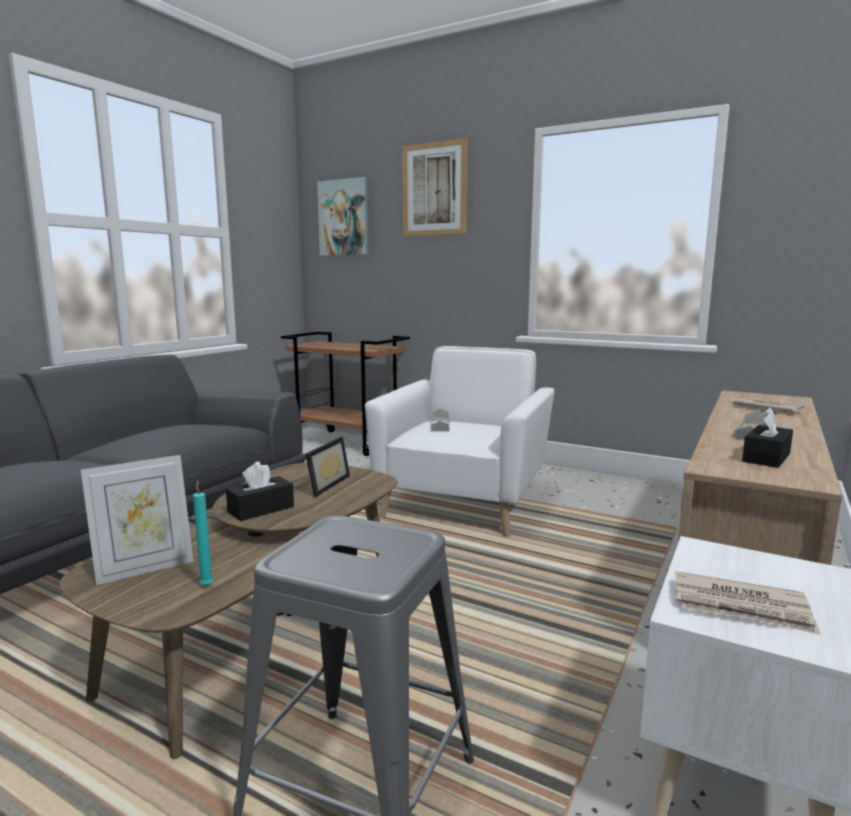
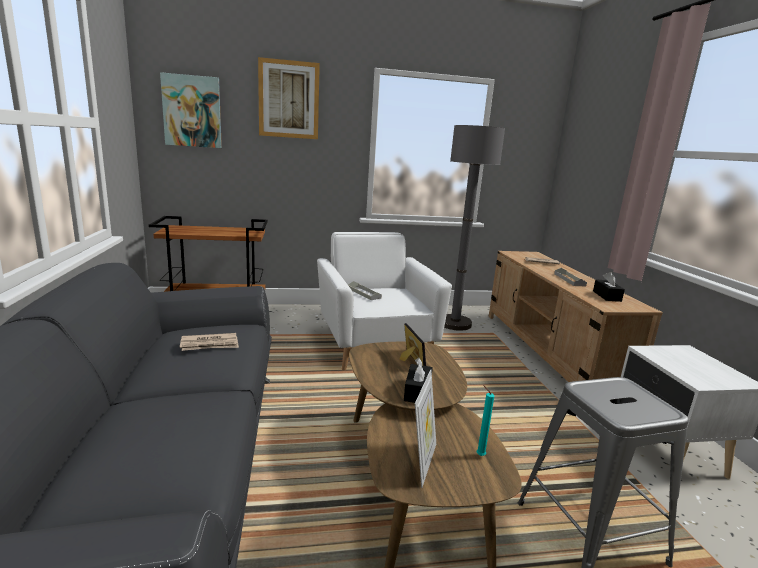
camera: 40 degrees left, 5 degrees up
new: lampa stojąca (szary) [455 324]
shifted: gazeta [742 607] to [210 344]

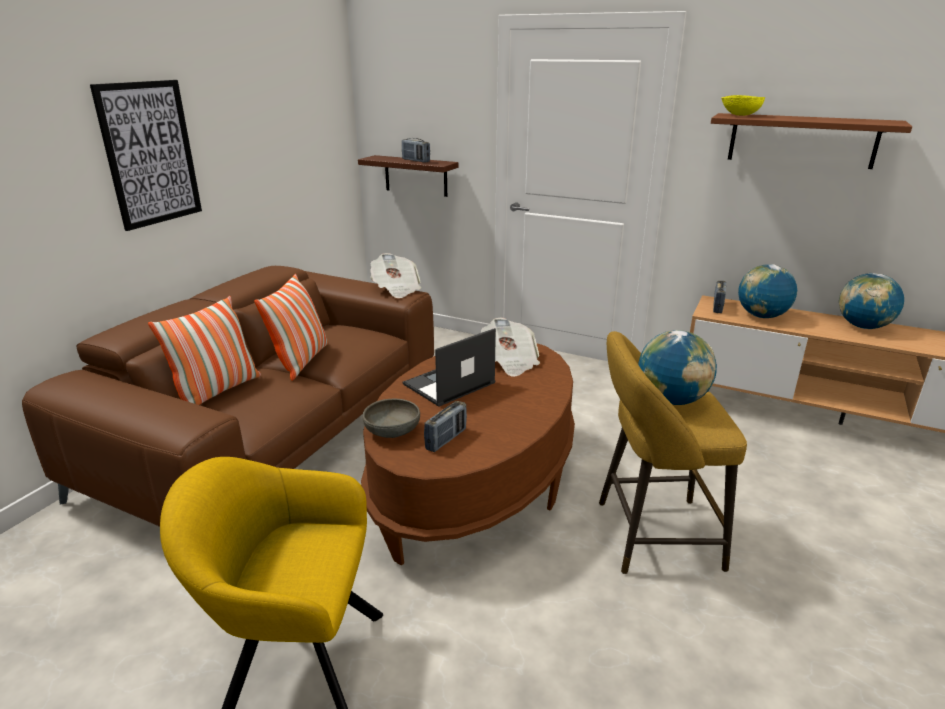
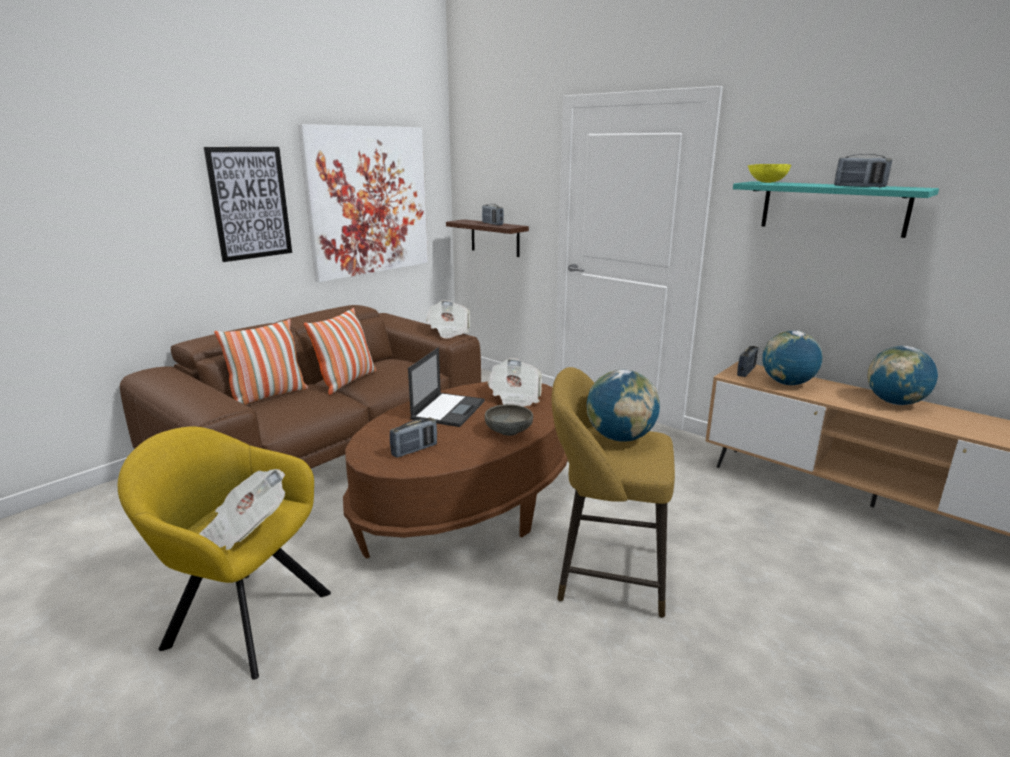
camera: 15 degrees right, 5 degrees down
new: obraz [368 201]; radio [859 186]; gazeta [245 528]
shifted: miska (szary) [392 431] to [508 431]
repainted: półka (brązowy) [802 140] to półka (turkusowy) [833 208]
rotated: laptop [448 384] = [448 409] 135 degrees clockwise

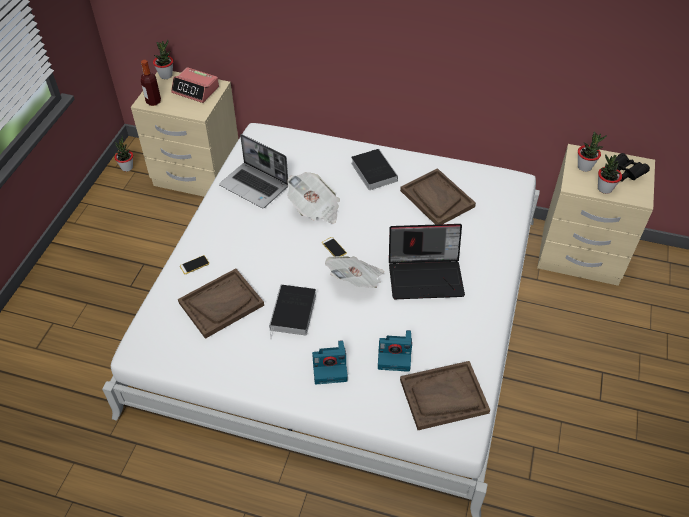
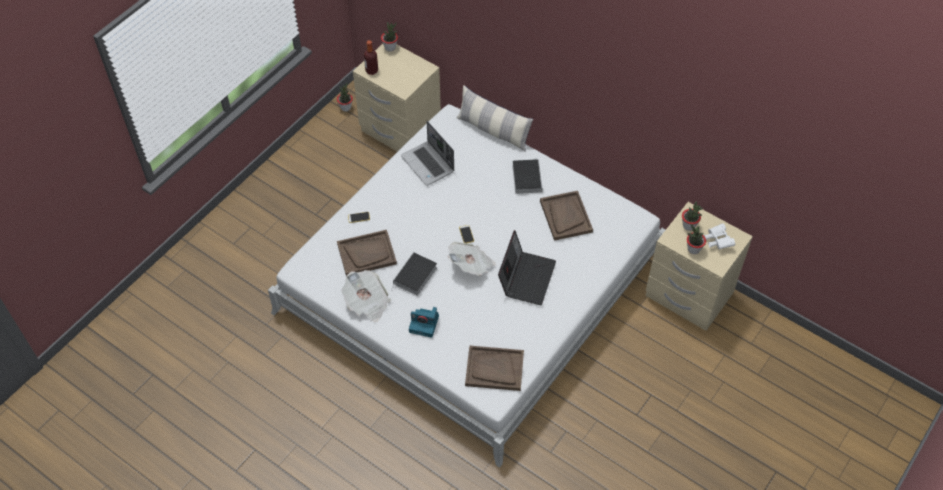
camera: 20 degrees right, 5 degrees up
gone: budzik [196 90]; aparat fotograficzny [395 355]
new: poduszka [493 131]
shifted: gazeta [315 209] to [367 303]
repainted: lornetka (czarny) [623 173] to lornetka (biały) [717 241]
rotated: laptop [426 275] = [526 277] 90 degrees counterclockwise

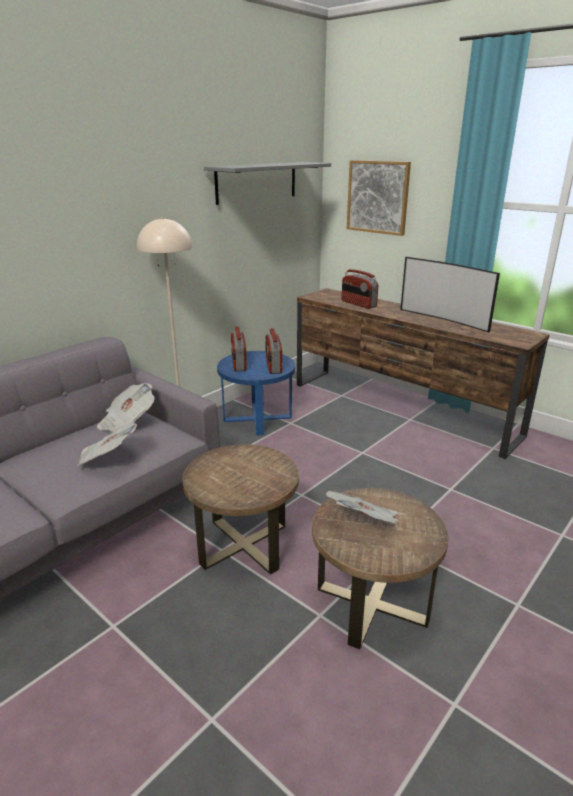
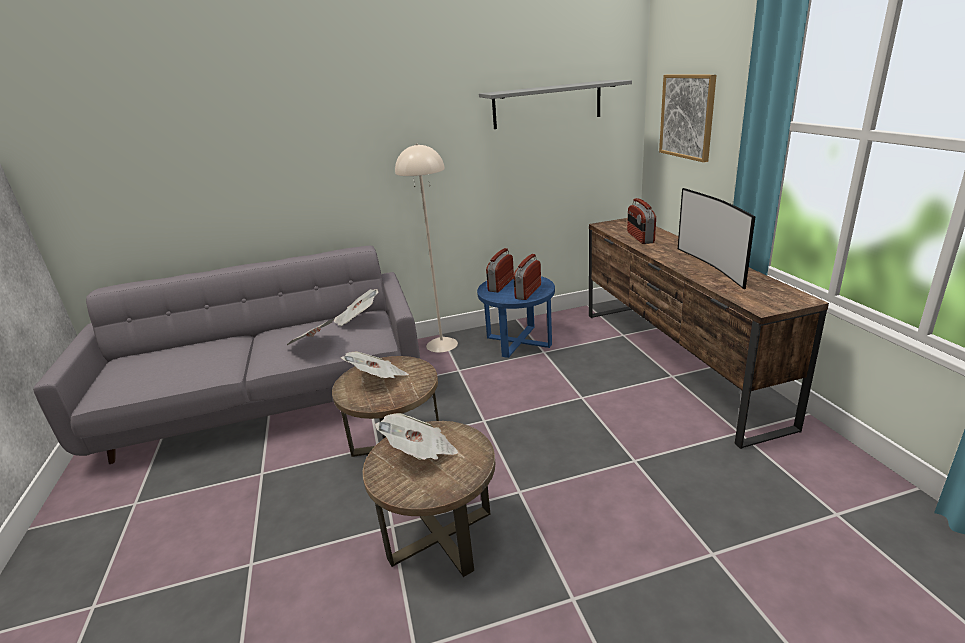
camera: 35 degrees right, 0 degrees up
new: gazeta [378 379]

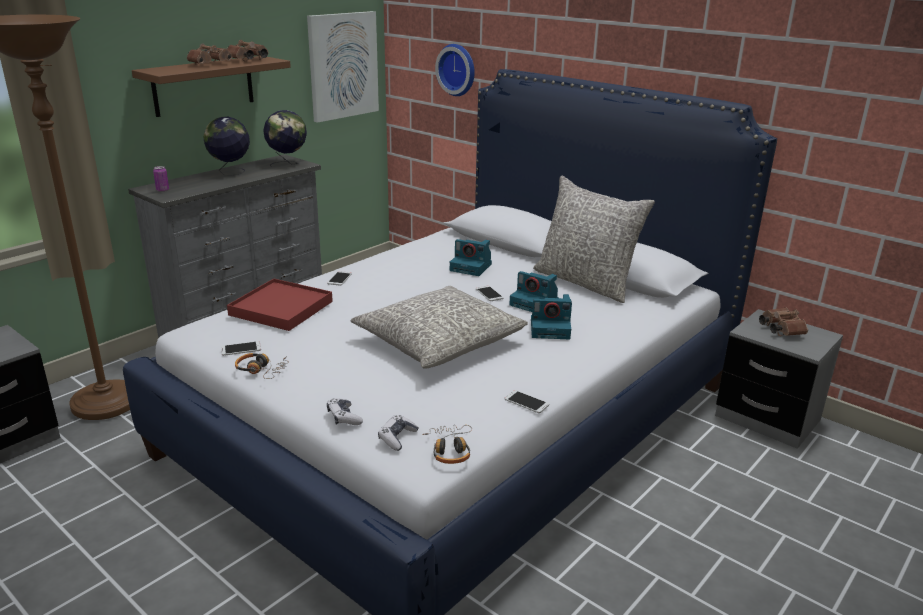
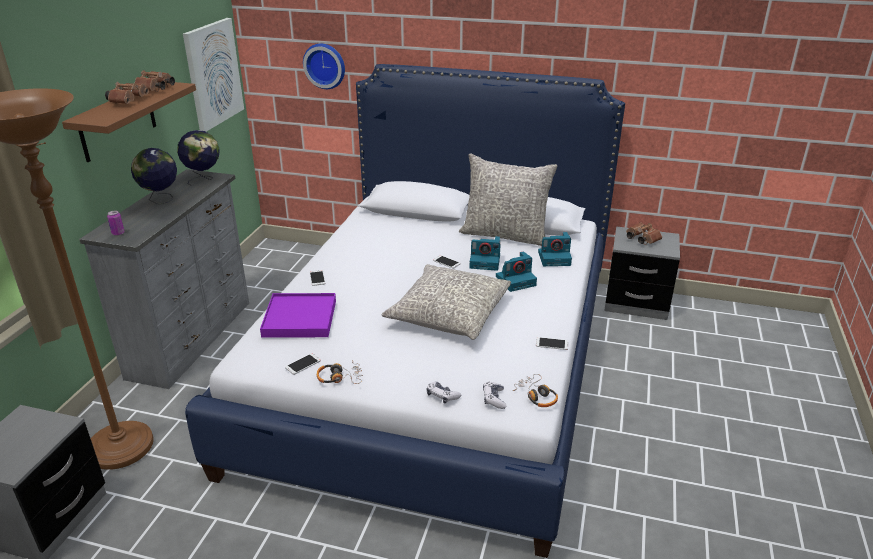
camera: 25 degrees left, 5 degrees up
shifted: aparat fotograficzny [472 267] to [555 258]
repainted: taca (czerwony) [281 308] to taca (fioletowy) [299 318]

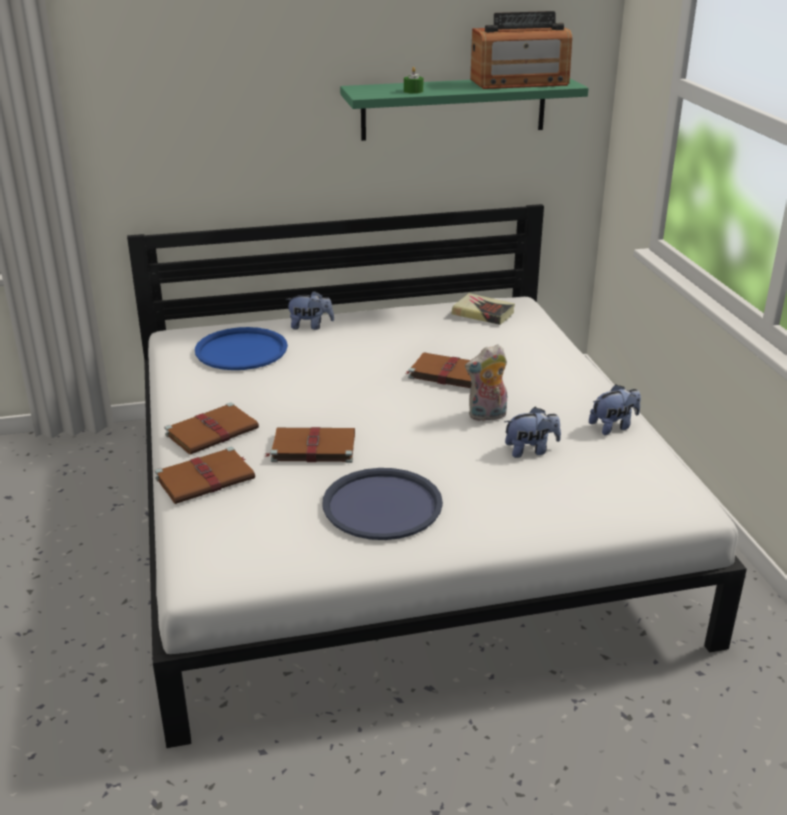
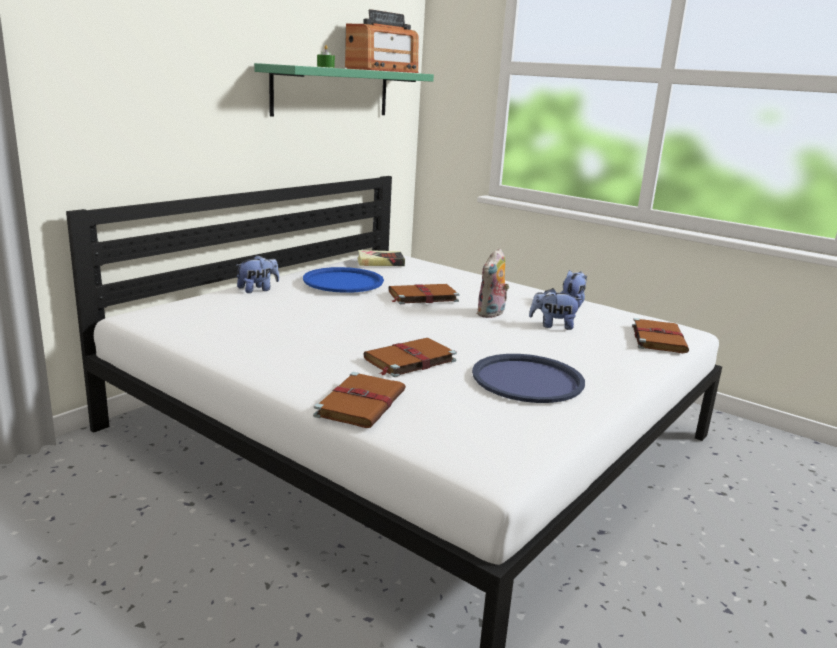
camera: 40 degrees left, 10 degrees down
shifted: taca (niebieski) [241 350] to [343 281]; książka (brązowy) [213 431] to [658 338]
rotated: pluszak [530 450] = [553 325] 120 degrees counterclockwise

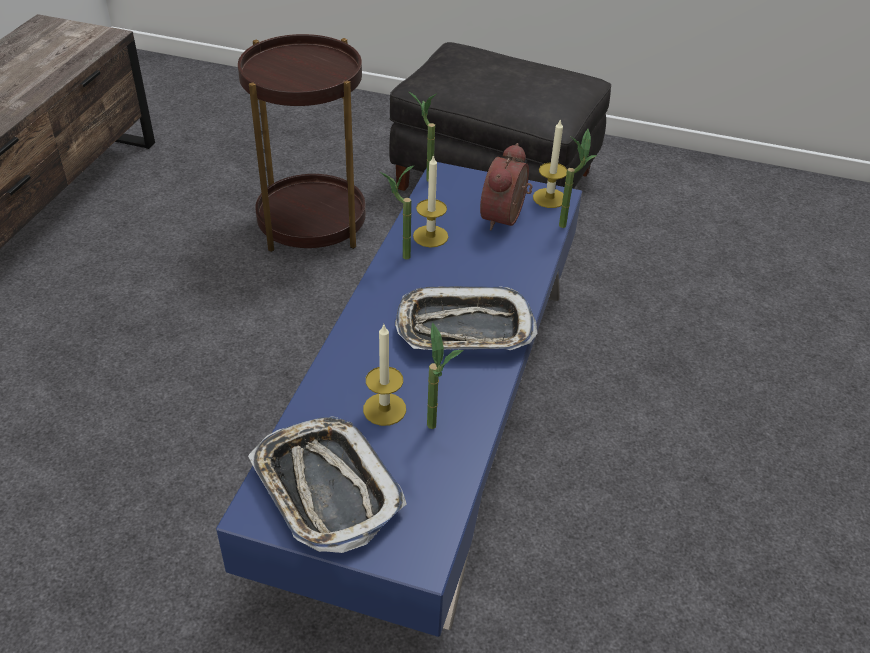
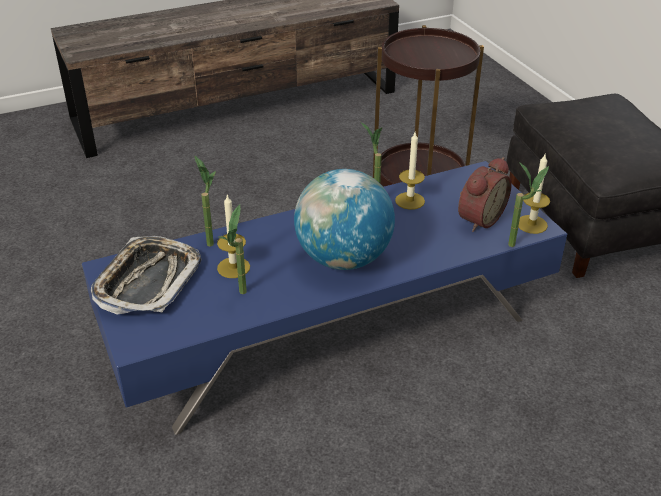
camera: 50 degrees right, 5 degrees down
shifted: roślina doniczkowa [423 177] to [209 240]
swapped: taca [464 328] to globus [343 259]
rotated: budzik [506 218] = [478 218] 150 degrees clockwise

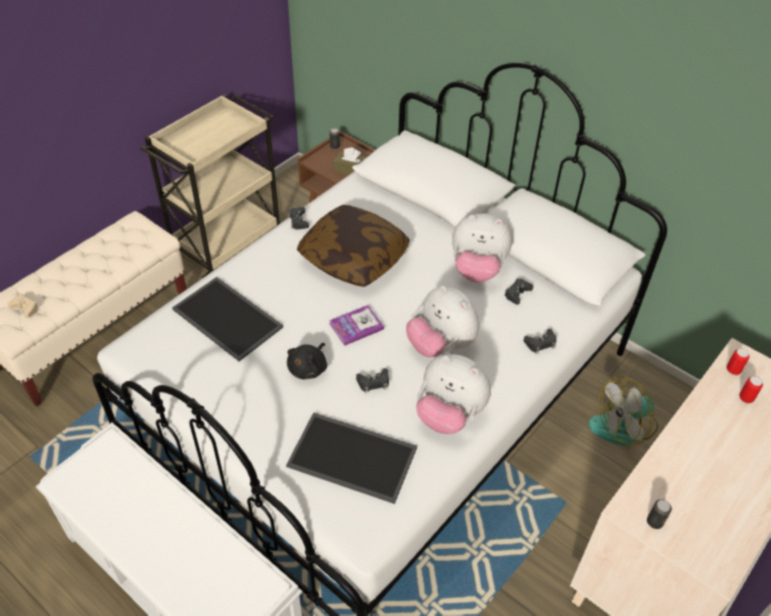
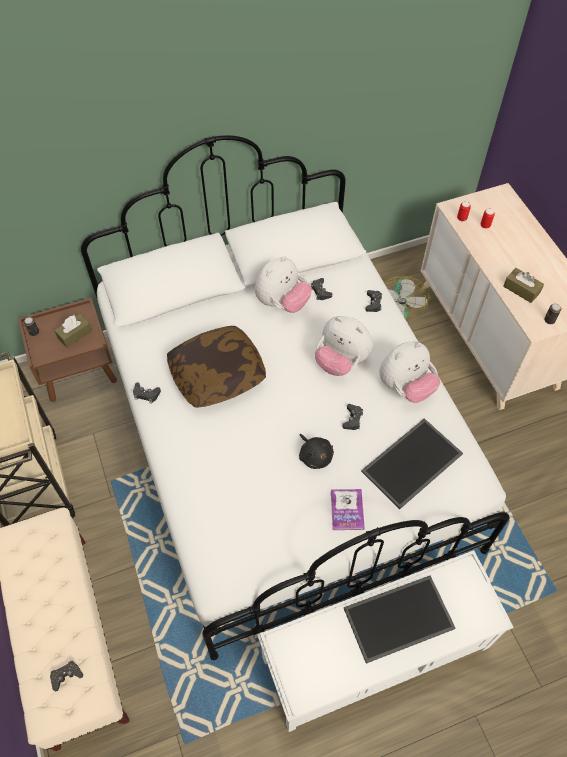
camera: 60 degrees left, 10 degrees up
new: pudełko chusteczek (brązowy) [521 289]
shifted: taca [229 318] to [399 616]; książka [356 326] to [347 510]
repainted: pad do gier (beżowy) [25 308] to pad do gier (czarny) [66 675]
rotated: pluszak [440 345] = [341 361] 45 degrees clockwise

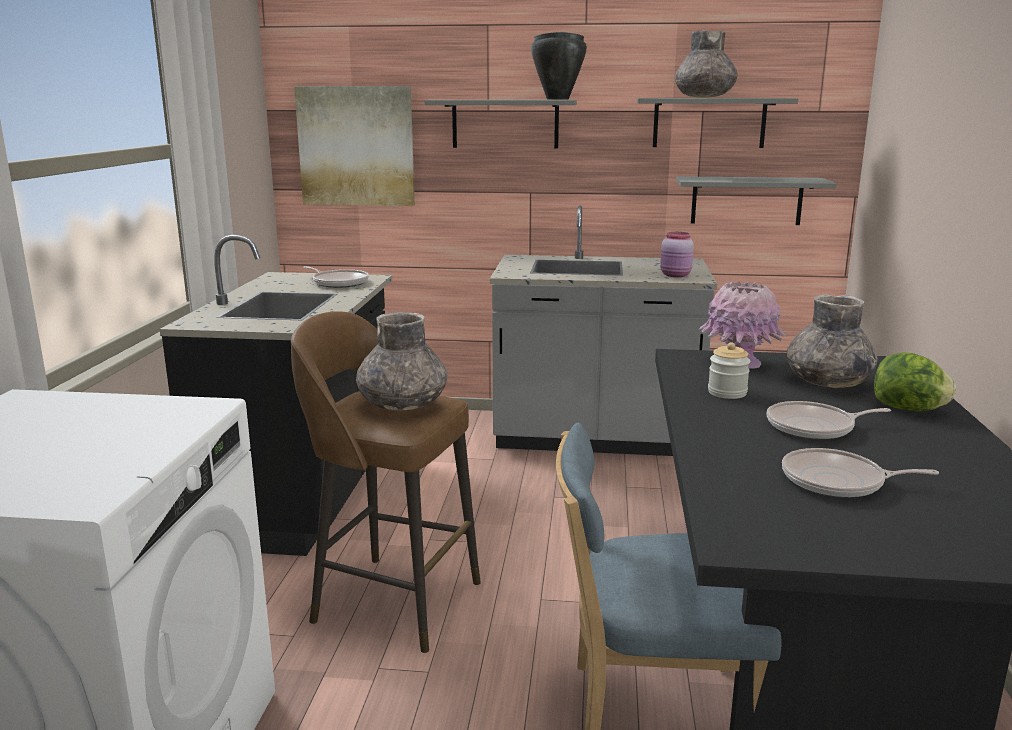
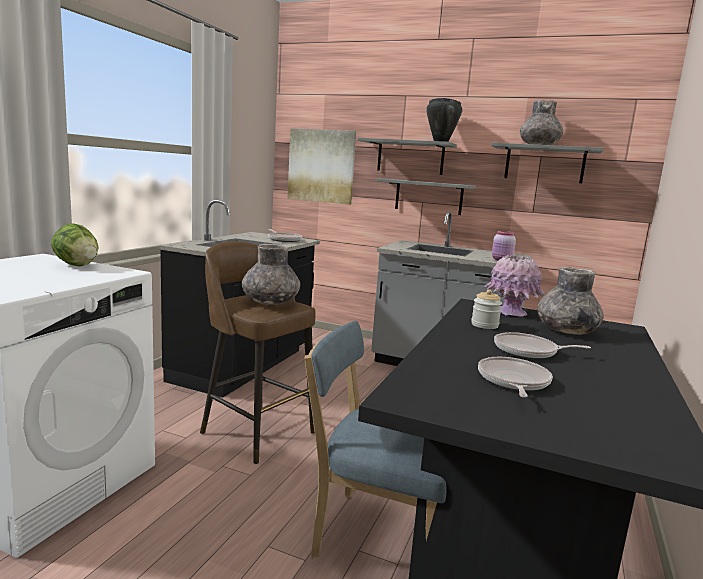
camera: 15 degrees right, 5 degrees down
shifted: półka (szary) [746 200] to [428 197]; sałata [908 409] to [77 265]
rotated: patelnia [838 482] = [513 381] 75 degrees clockwise

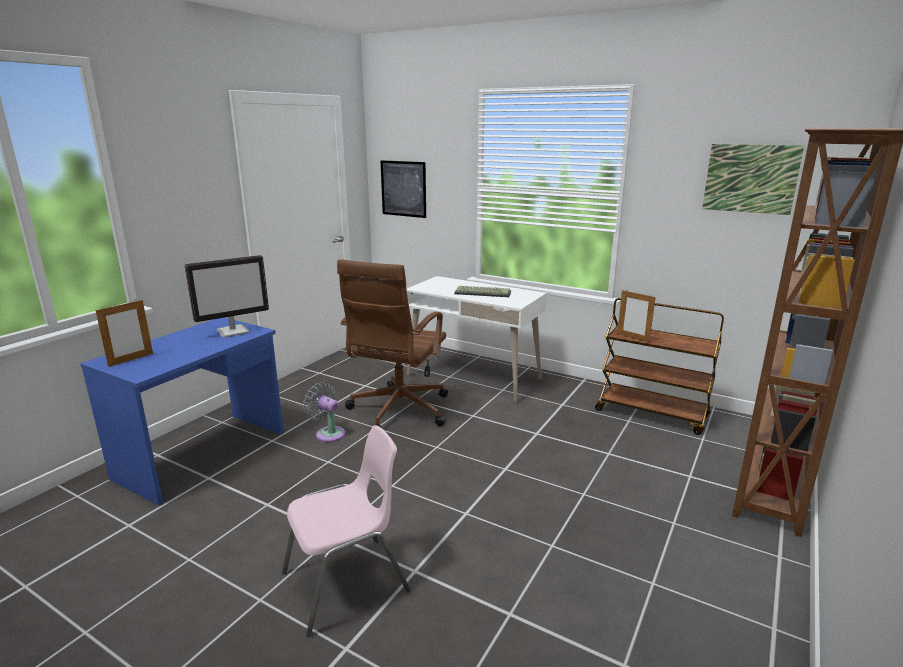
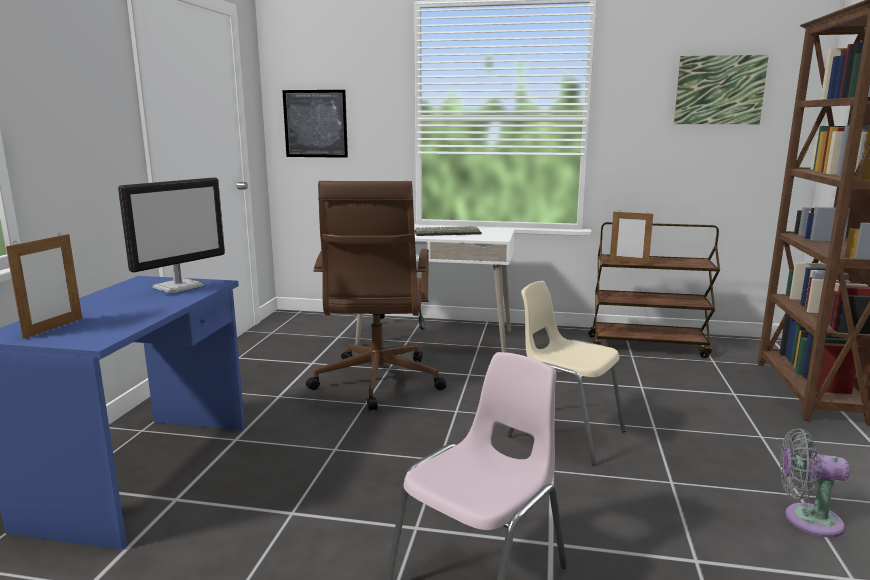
camera: 20 degrees left, 5 degrees down
new: krzesło (beżowy) [565 434]
shifted: wentylator (szary) [328 433] to [806 519]

